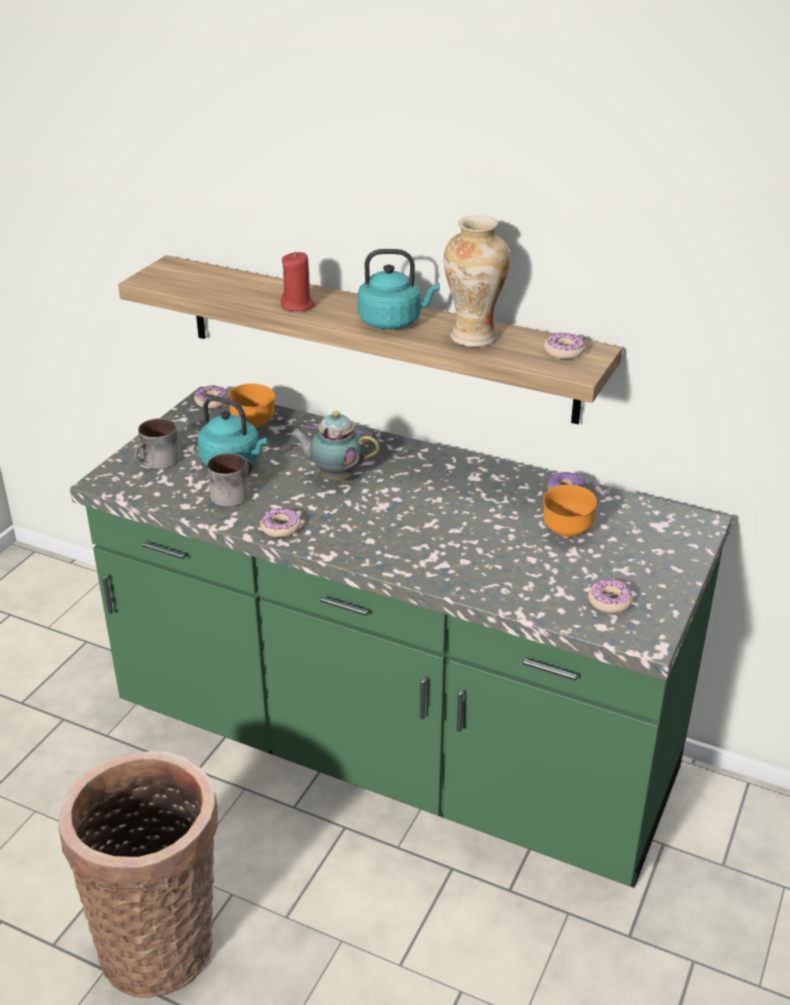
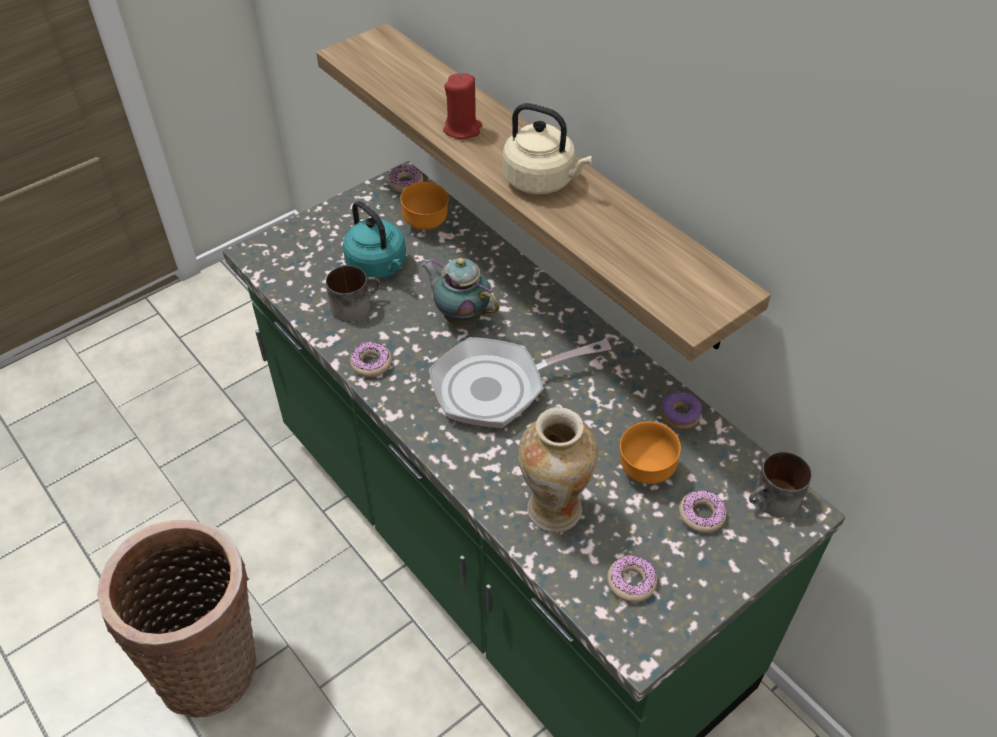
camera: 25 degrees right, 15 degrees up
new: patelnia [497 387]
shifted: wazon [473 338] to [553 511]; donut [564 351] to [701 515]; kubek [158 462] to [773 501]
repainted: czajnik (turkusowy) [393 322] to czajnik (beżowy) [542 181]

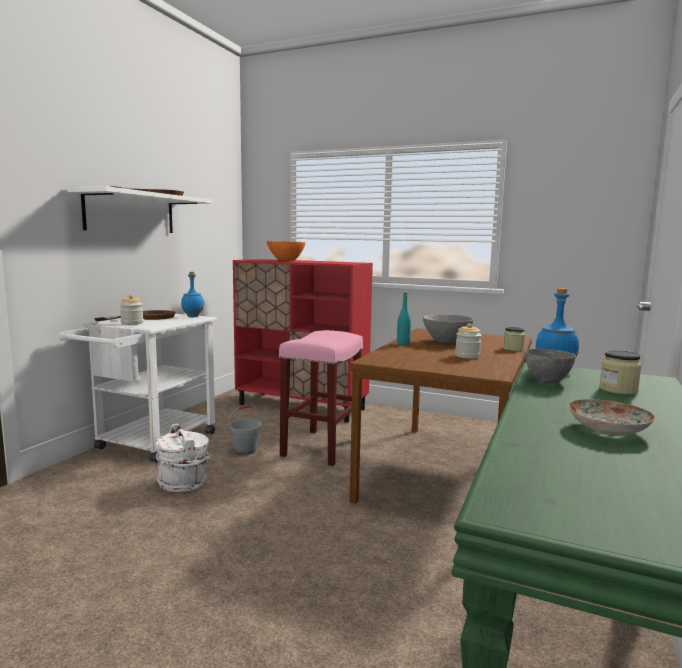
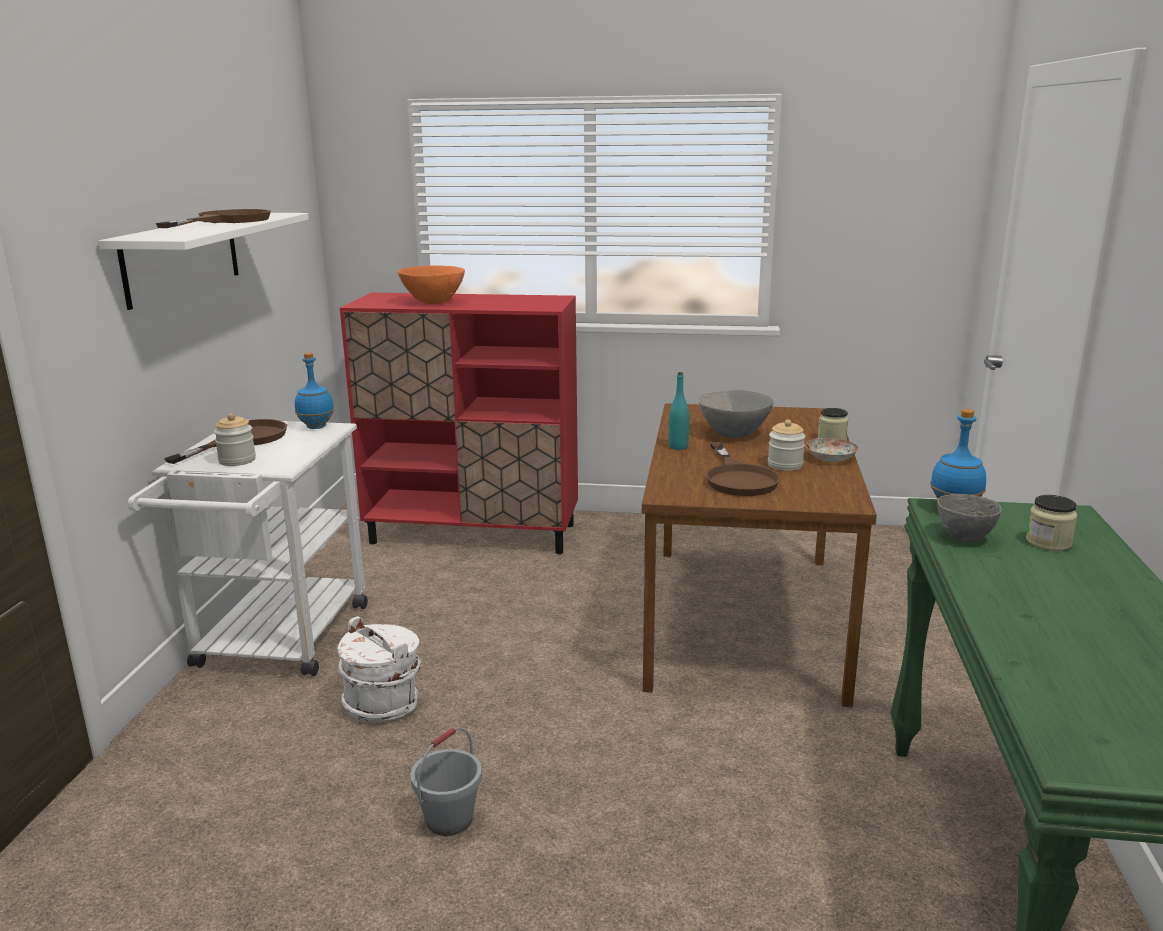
camera: 15 degrees left, 10 degrees up
gone: stołek (różowy) [321 446]
new: patelnia (brązowy) [738 478]
shifted: talerz [609 430] to [831 458]; wiadro (szary) [245 450] to [449 819]

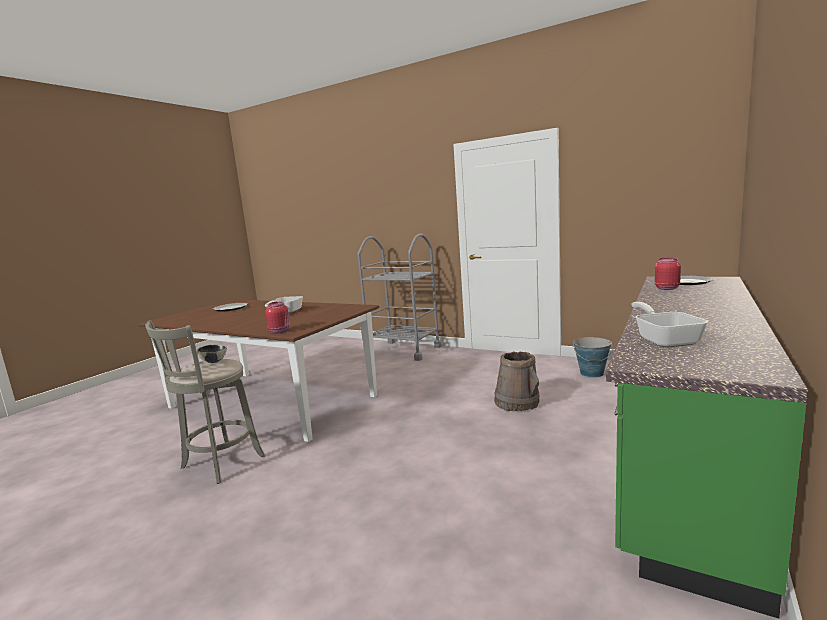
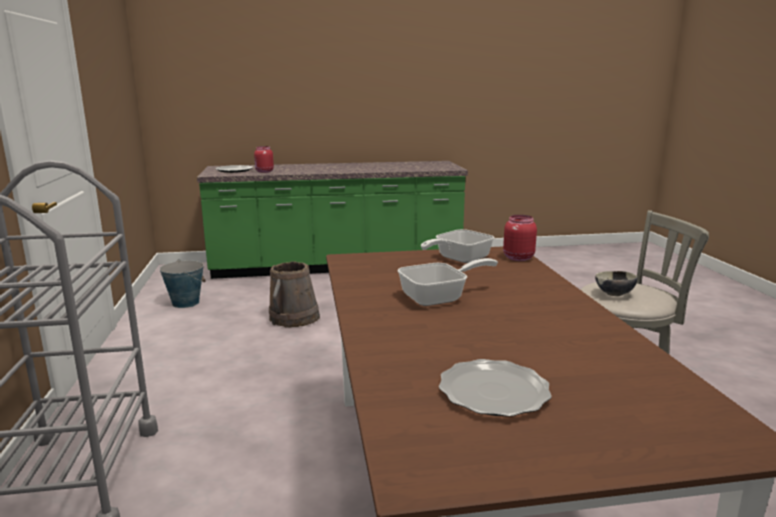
camera: 130 degrees left, 5 degrees up
shifted: patelnia [665 340] to [458 259]

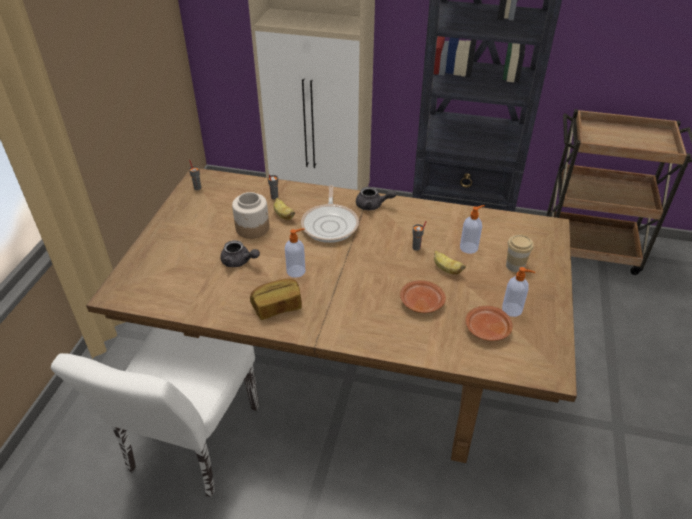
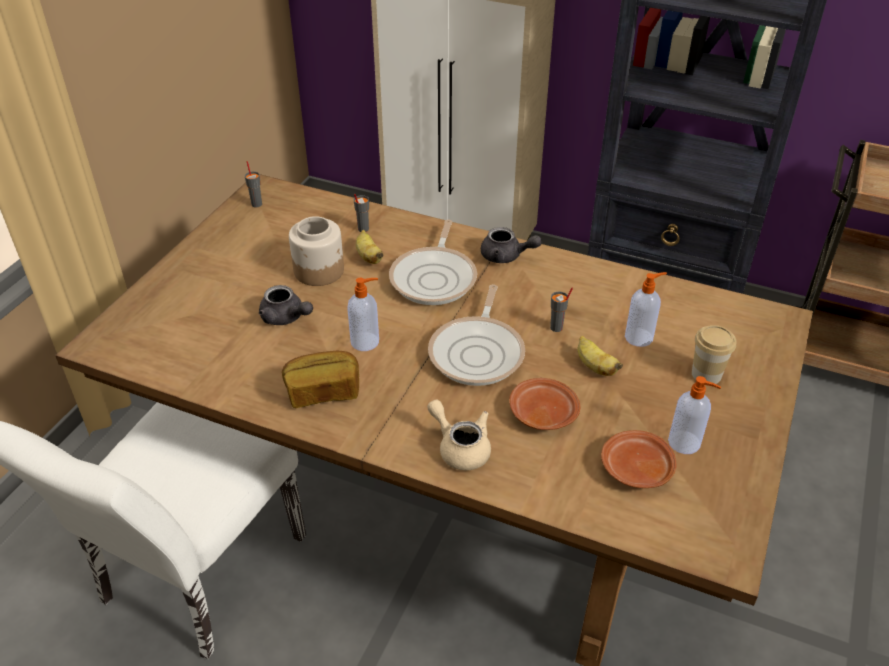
camera: 10 degrees right, 0 degrees up
new: patelnia [478 352]; imbryk (beżowy) [460 447]

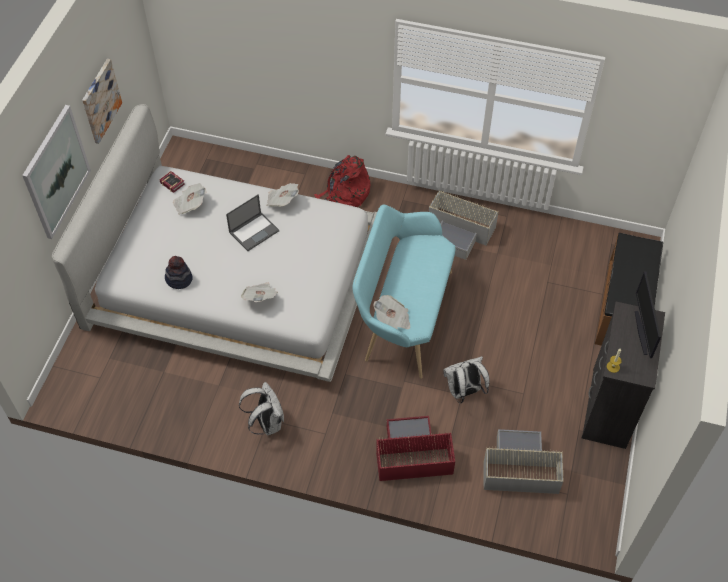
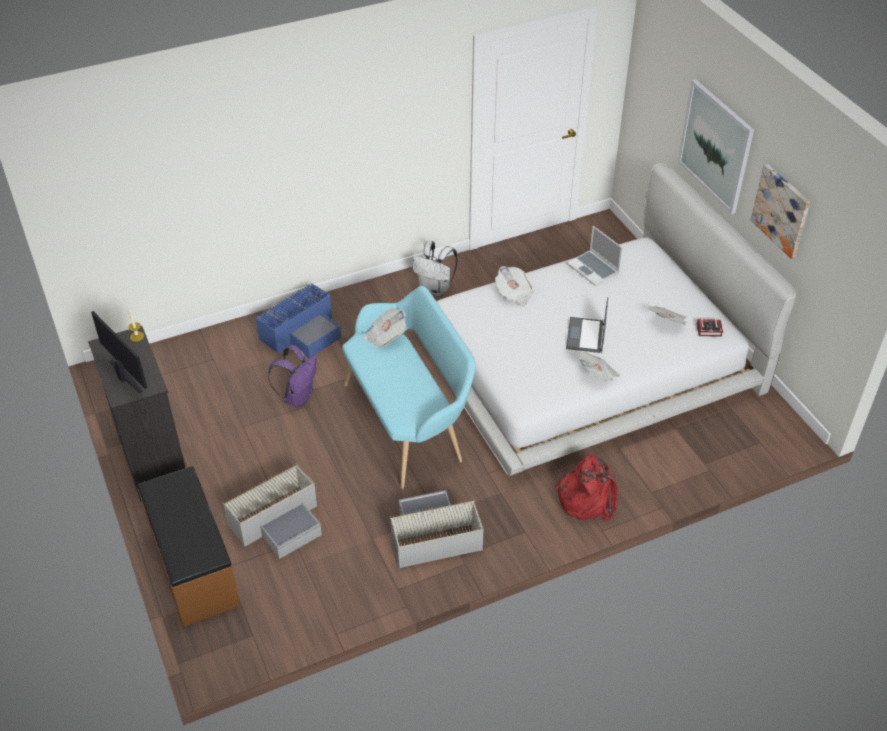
camera: 140 degrees right, 10 degrees down
shifted: pojemnik do przechowywania (szary) [518 469] to [279 521]
swapped: kapelusz [179 279] to laptop [593 269]
repainted: plecak (biały) [464 392] to plecak (fioletowy) [298 397]; pojemnik do przechowywania (czerwony) [411 455] to pojemnik do przechowywania (niebieski) [303 331]

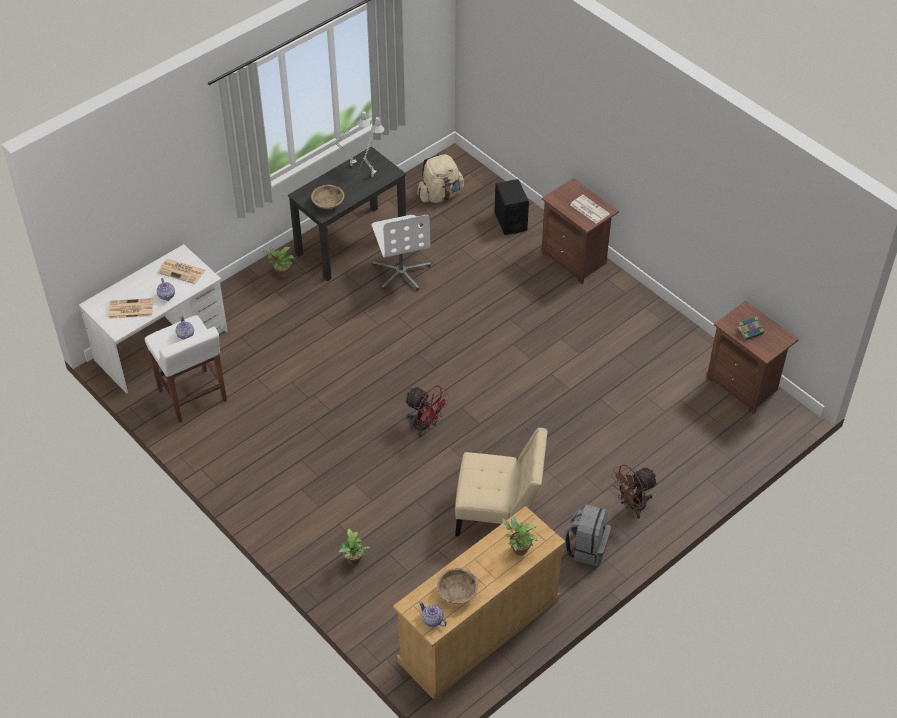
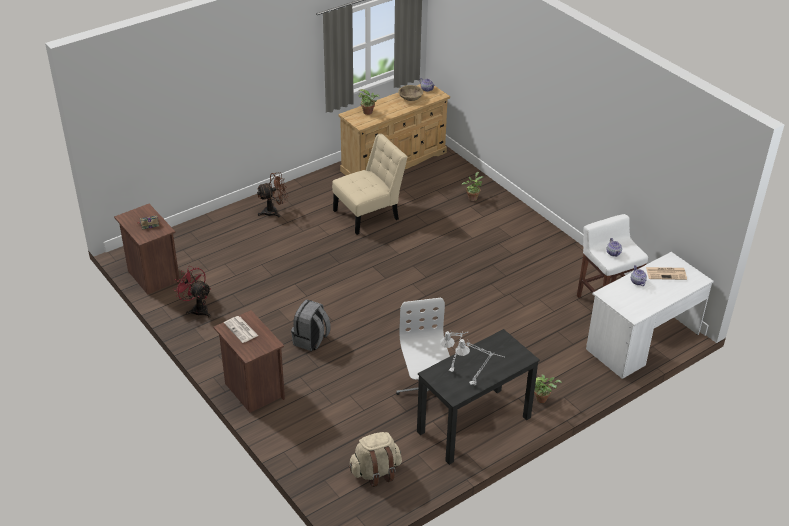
camera: 175 degrees left, 10 degrees down
gone: głośnik (czarny) [510 221]; miska (beżowy) [328 203]; gazeta [182 271]
shifted: wentylator (czerwony) [425 426] to [197 309]; plecak (szary) [586 548] to [311 340]
rotated: krzesło (beżowy) [498 514] = [369 214] 135 degrees clockwise

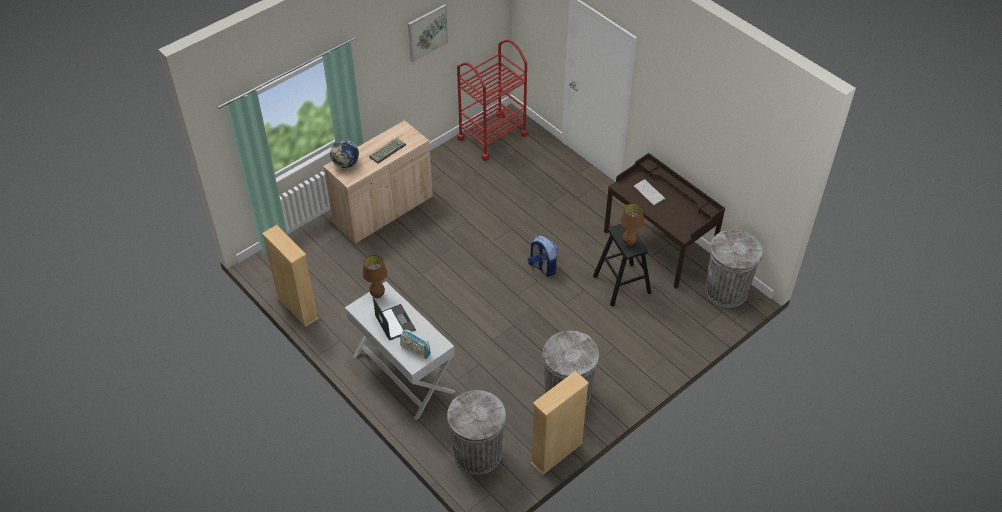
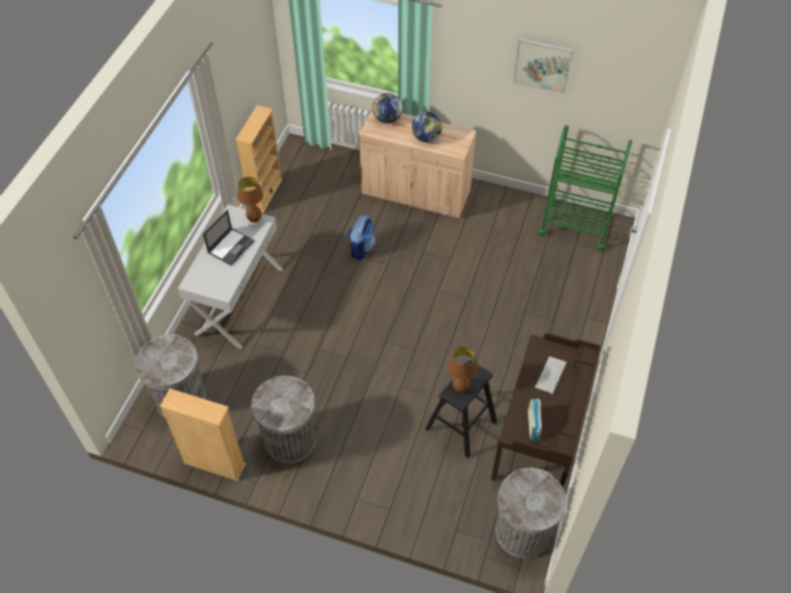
camera: 60 degrees right, 5 degrees up
shifted: plecak [542 267] to [361 248]; radio [415 350] to [533 425]
swapped: klawiatura [387 150] to globus [426 137]
repainted: wózek (czerwony) [492 136] to wózek (zielony) [575 225]

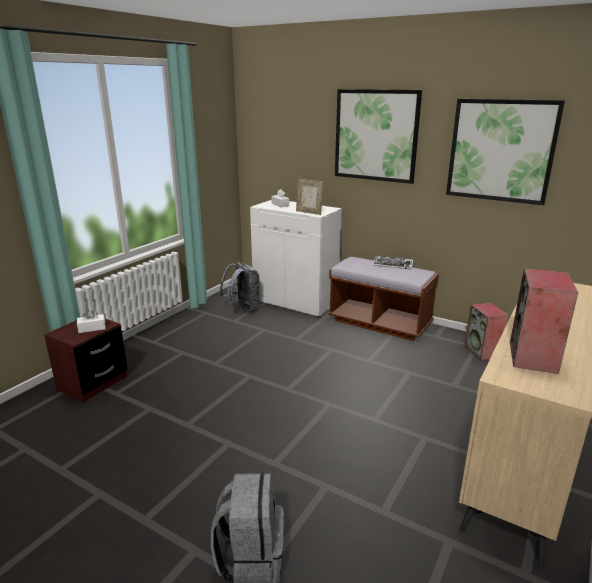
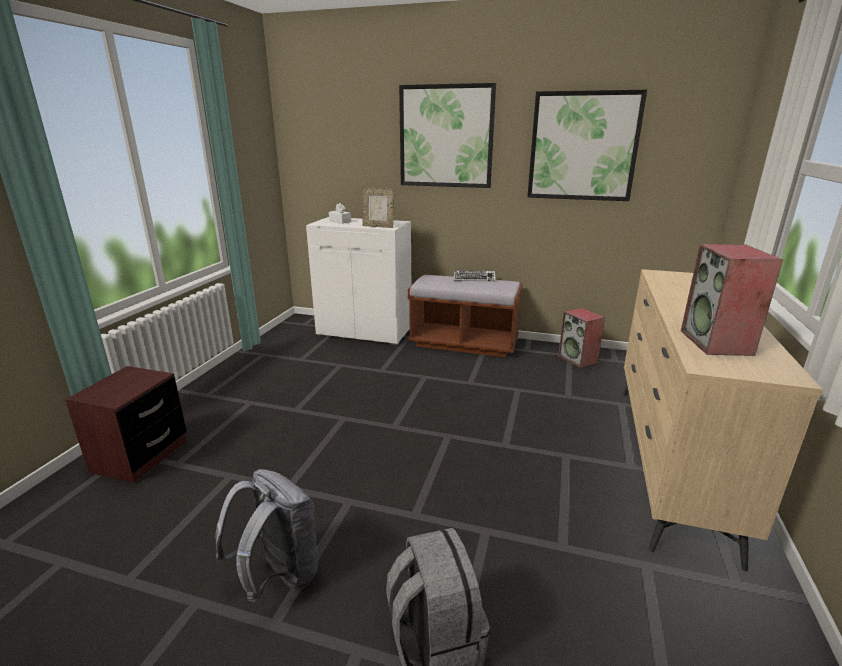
camera: 15 degrees left, 0 degrees up
gone: pudełko chusteczek (biały) [92 328]
shifted: plecak (szary) [243 308] to [279 576]

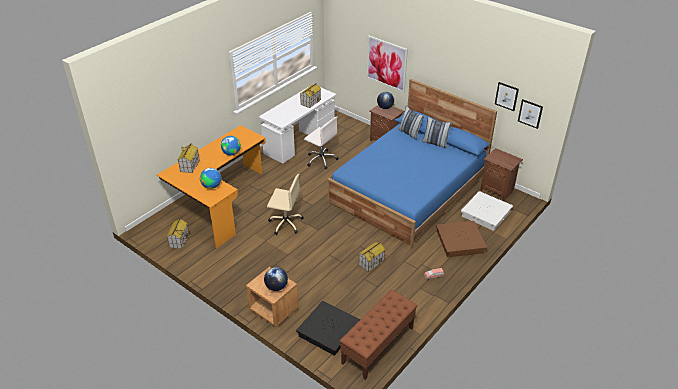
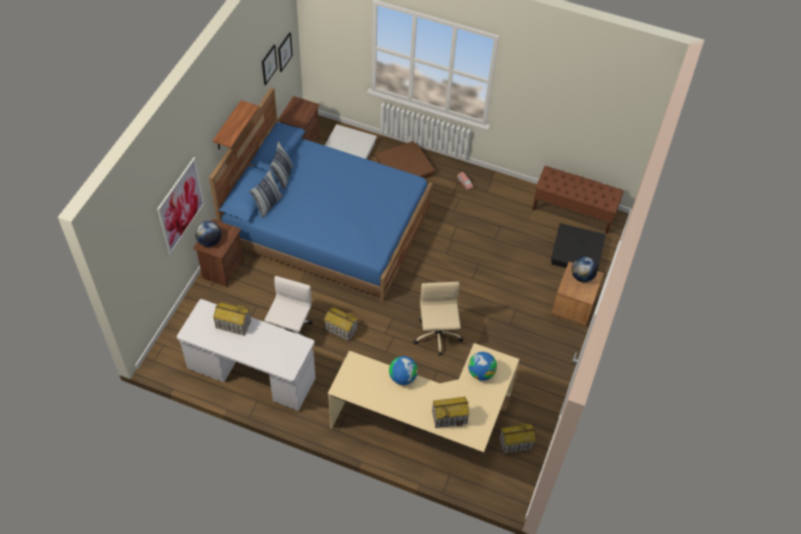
camera: 110 degrees left, 15 degrees up
new: półka [228 127]
shifted: domek [371 262] to [340 329]
repainted: biurko (pomarańczowy) [218 203] to biurko (beżowy) [428 427]

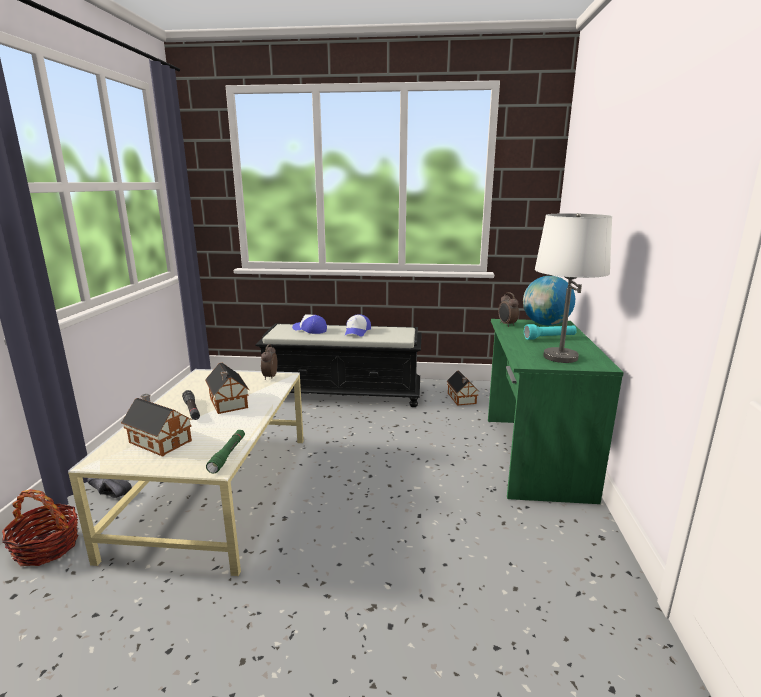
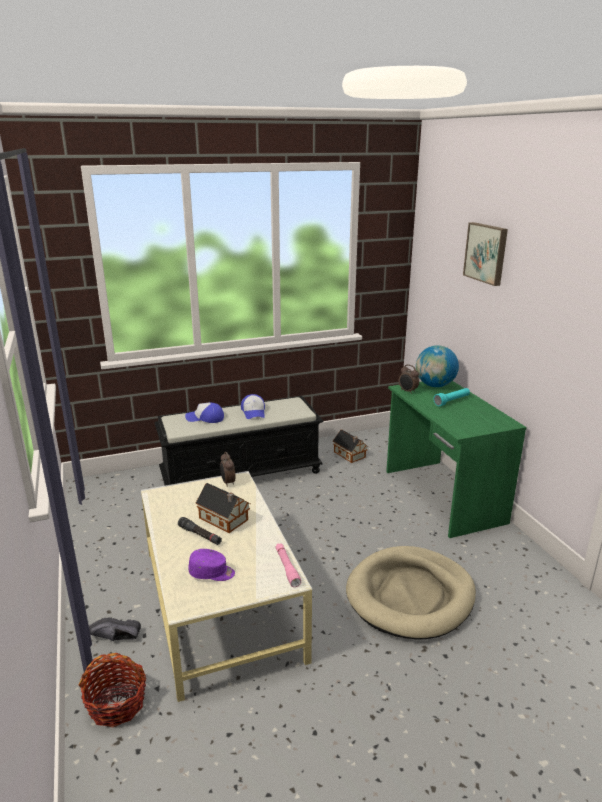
camera: 25 degrees left, 5 degrees up
gone: lampa stołowa (biały) [560 357]
new: obraz [486 253]; legowisko (beżowy) [410 595]
swapped: domek [159 441] to czapka z daszkiem (fioletowy) [212 573]
repainted: latarka (zielony) [228 455] to latarka (różowy) [287 568]

